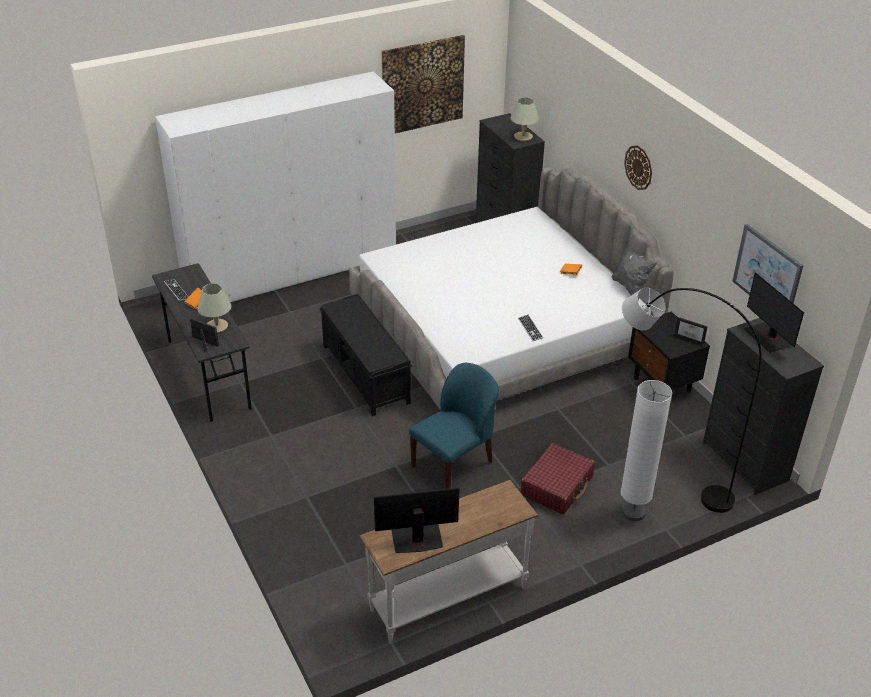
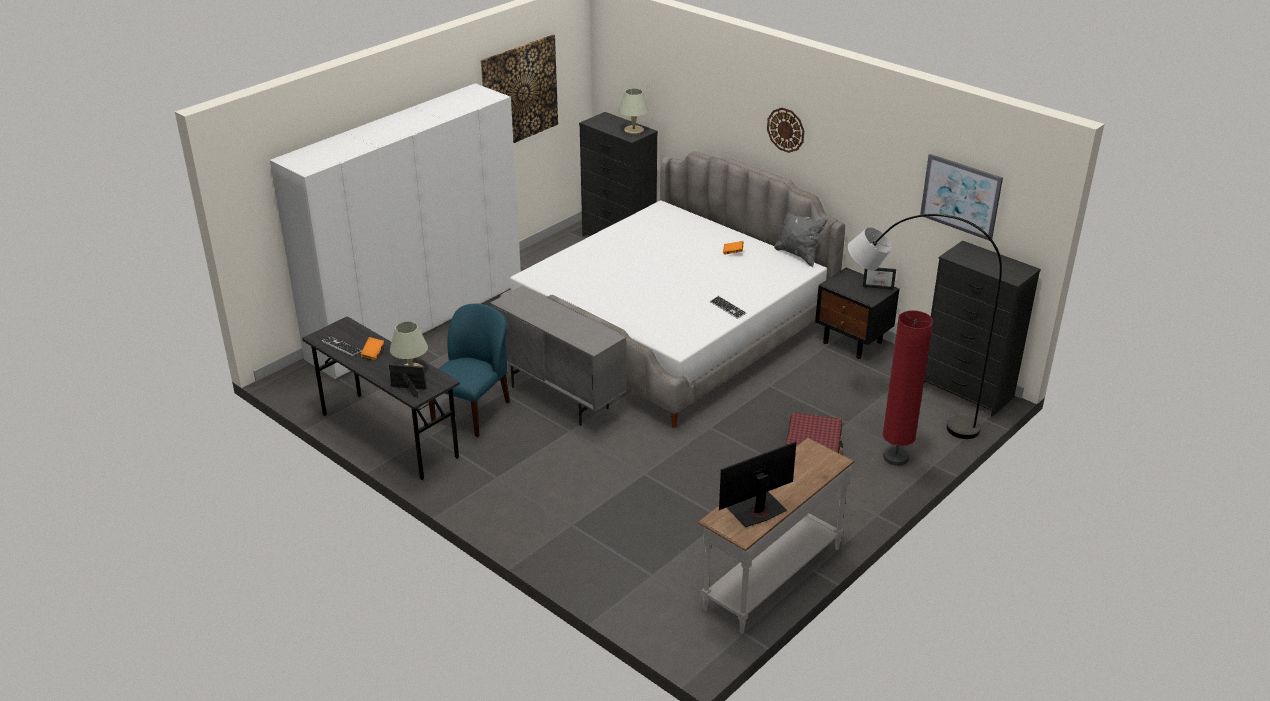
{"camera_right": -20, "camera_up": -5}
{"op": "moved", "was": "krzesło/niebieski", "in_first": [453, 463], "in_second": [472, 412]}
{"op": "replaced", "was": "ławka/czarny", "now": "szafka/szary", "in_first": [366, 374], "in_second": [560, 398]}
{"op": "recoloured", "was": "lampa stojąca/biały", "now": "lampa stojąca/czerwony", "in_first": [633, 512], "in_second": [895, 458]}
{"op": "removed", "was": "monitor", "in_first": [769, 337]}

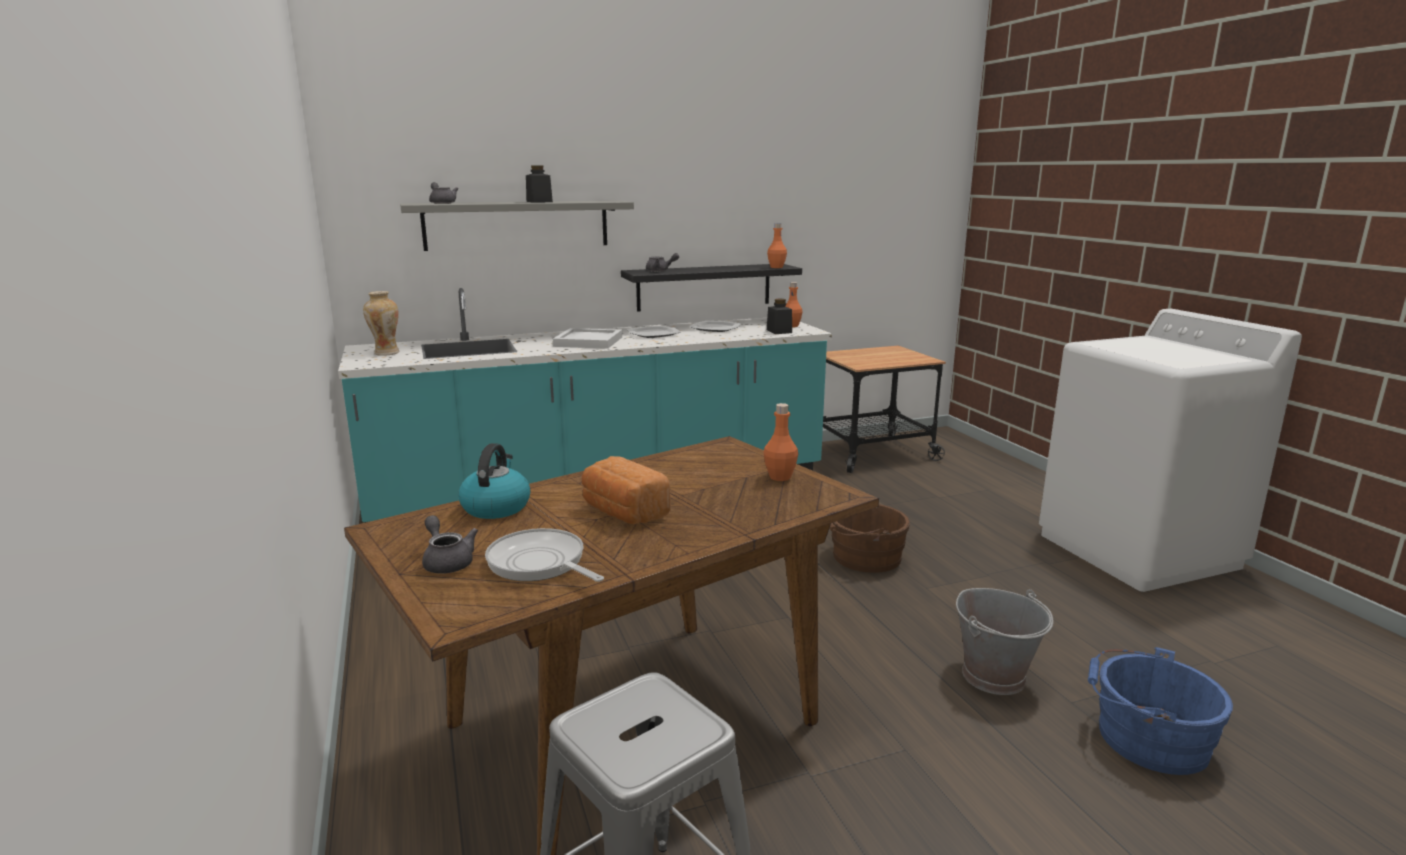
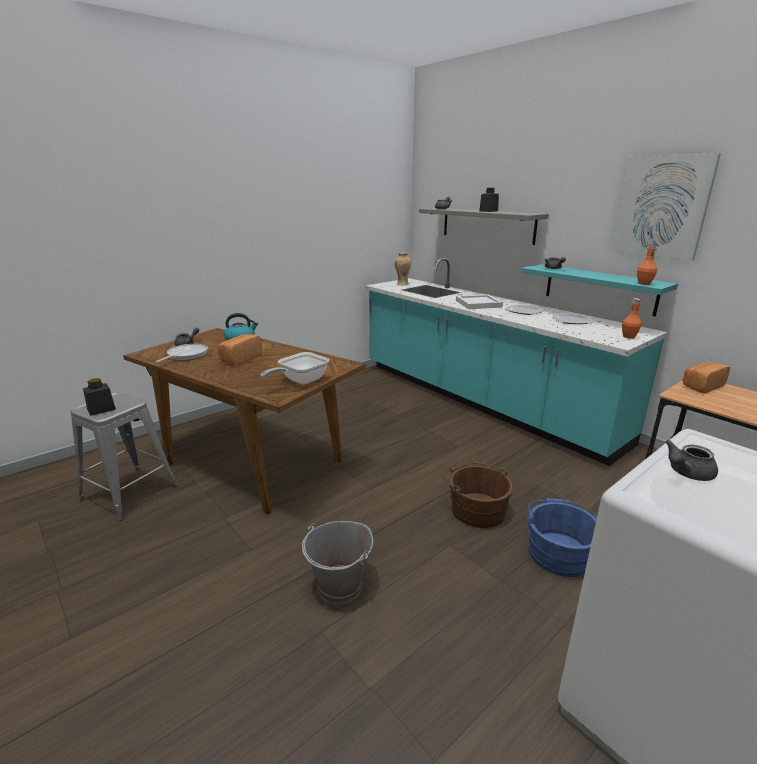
{"camera_right": 70, "camera_up": 5}
{"op": "moved", "was": "słoik/czarny", "in_first": [779, 331], "in_second": [101, 409]}
{"op": "replaced", "was": "butelka/pomarańczowy", "now": "patelnia", "in_first": [780, 477], "in_second": [300, 381]}
{"op": "recoloured", "was": "półka/czarny", "now": "półka/turkusowy", "in_first": [704, 287], "in_second": [599, 289]}
{"op": "moved", "was": "wiadro/niebieski", "in_first": [1145, 738], "in_second": [558, 551]}
{"op": "added", "now": "obraz", "in_second": [662, 207]}
{"op": "added", "now": "imbryk/szary", "in_second": [686, 473]}
{"op": "added", "now": "chleb", "in_second": [701, 386]}

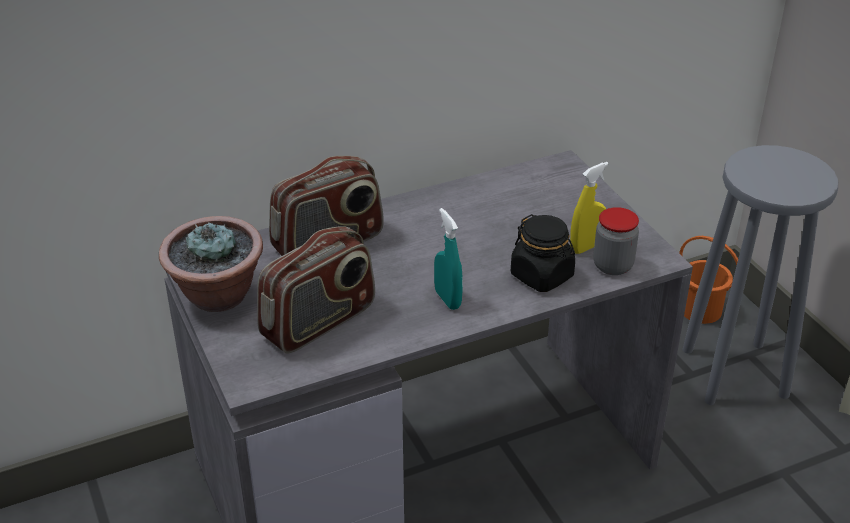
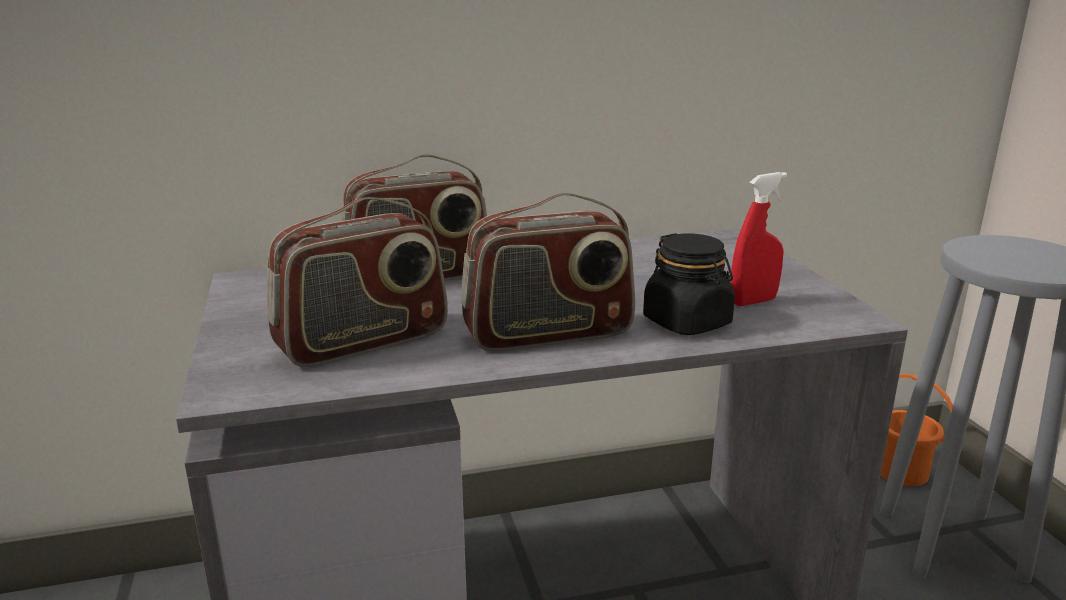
{"camera_right": 10, "camera_up": -15}
{"op": "replaced", "was": "spryskiwacz/turkusowy", "now": "radio", "in_first": [447, 299], "in_second": [548, 334]}
{"op": "recoloured", "was": "spryskiwacz/żółty", "now": "spryskiwacz/czerwony", "in_first": [586, 247], "in_second": [753, 301]}
{"op": "removed", "was": "roślina doniczkowa", "in_first": [217, 296]}
{"op": "removed", "was": "słoik", "in_first": [613, 266]}

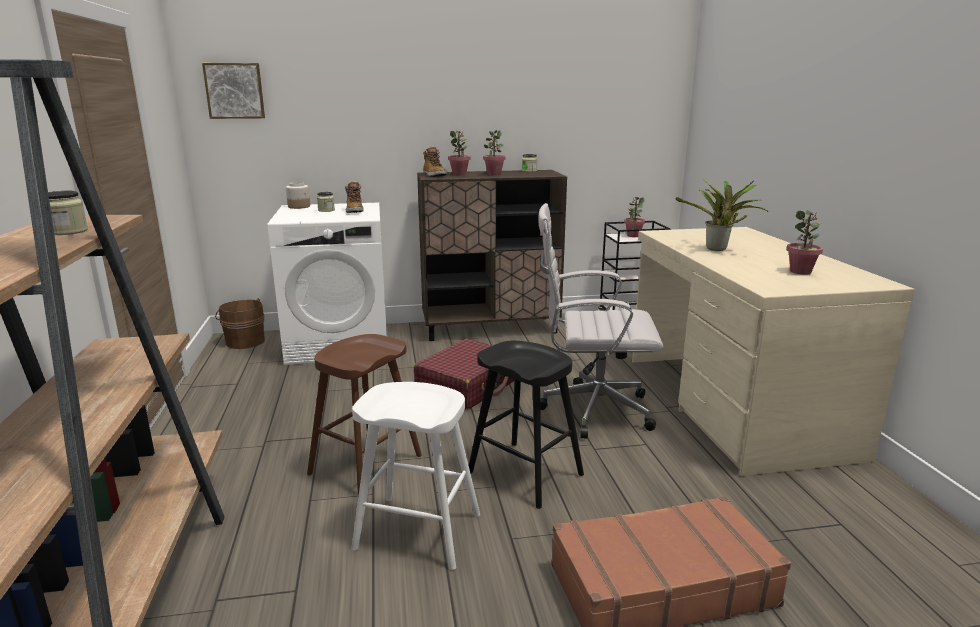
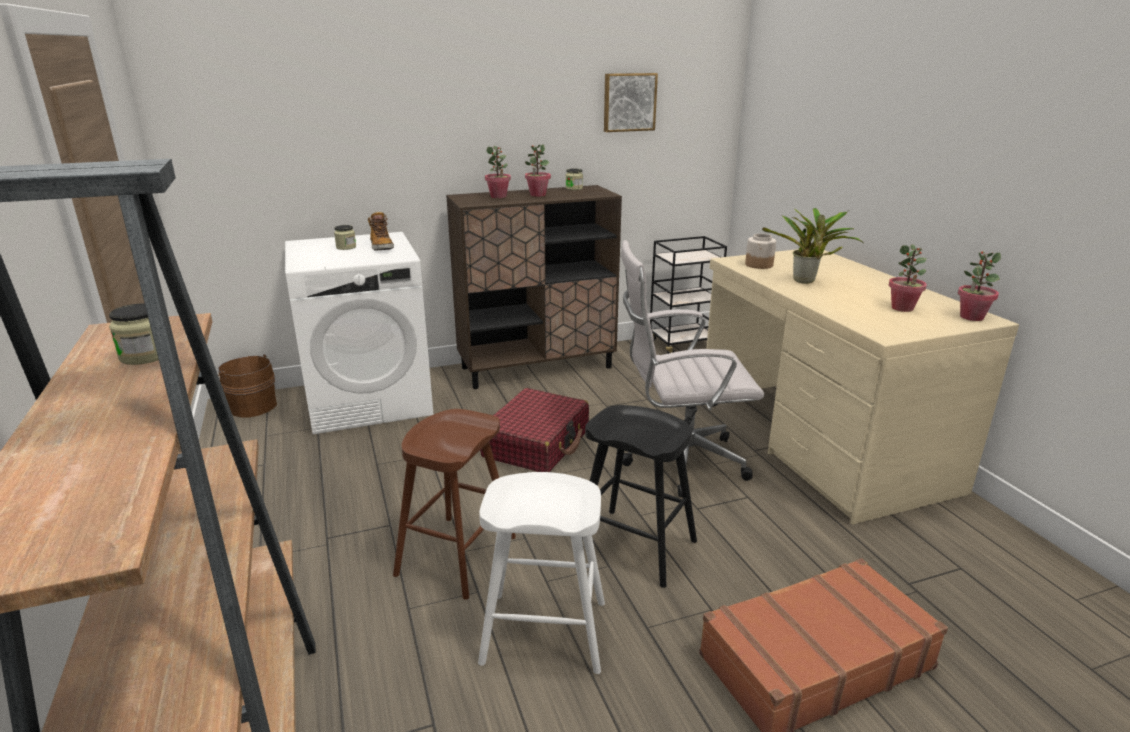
{"camera_right": -10, "camera_up": 5}
{"op": "moved", "was": "obraz", "in_first": [234, 91], "in_second": [629, 102]}
{"op": "moved", "was": "słoik", "in_first": [299, 206], "in_second": [759, 265]}
{"op": "moved", "was": "roślina doniczkowa", "in_first": [633, 235], "in_second": [971, 317]}
{"op": "removed", "was": "but z cholewką", "in_first": [434, 175]}

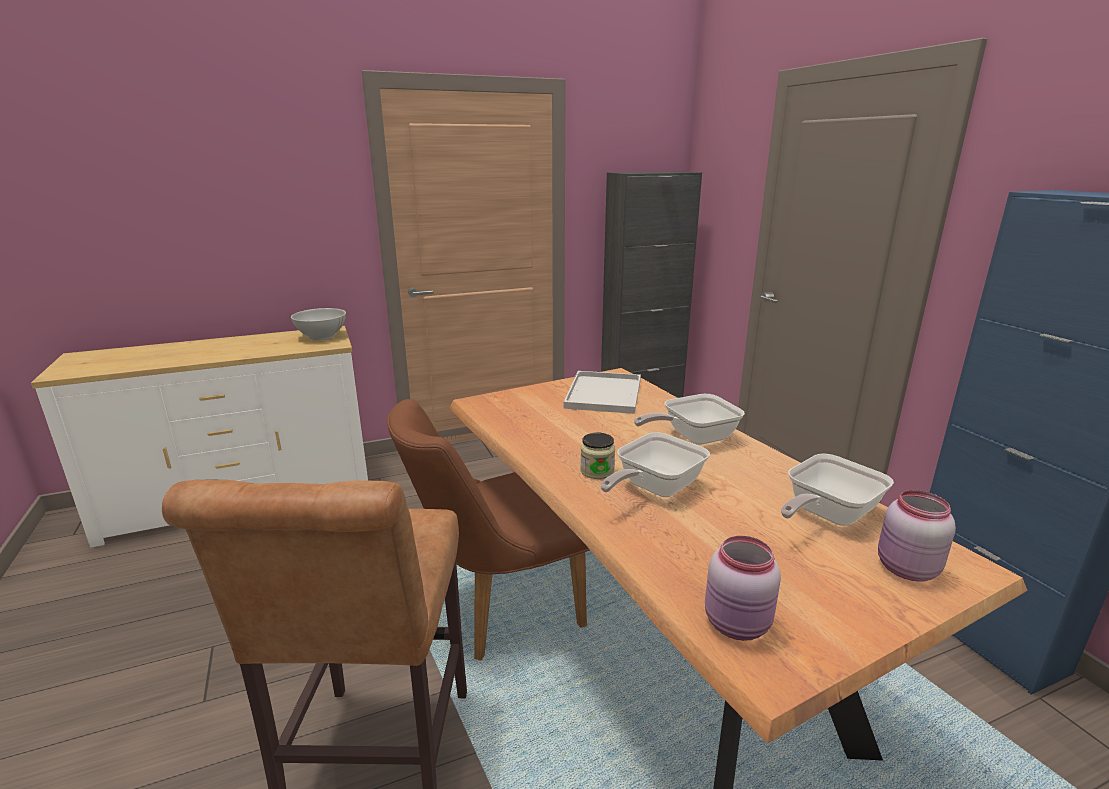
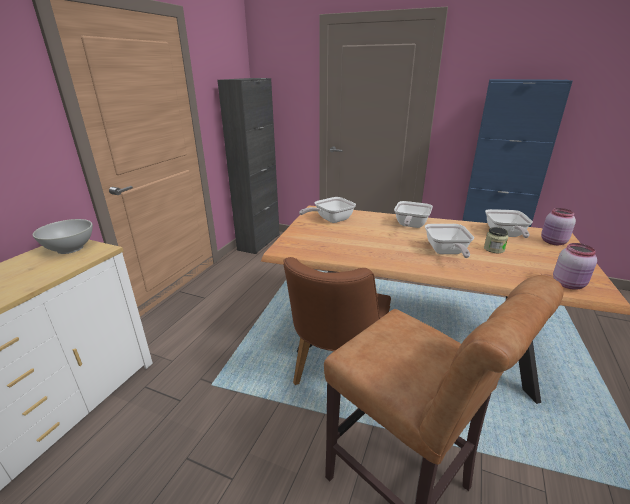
{"camera_right": -45, "camera_up": 5}
{"op": "replaced", "was": "taca/biały", "now": "patelnia", "in_first": [603, 393], "in_second": [330, 220]}
{"op": "moved", "was": "słoik", "in_first": [597, 471], "in_second": [494, 249]}

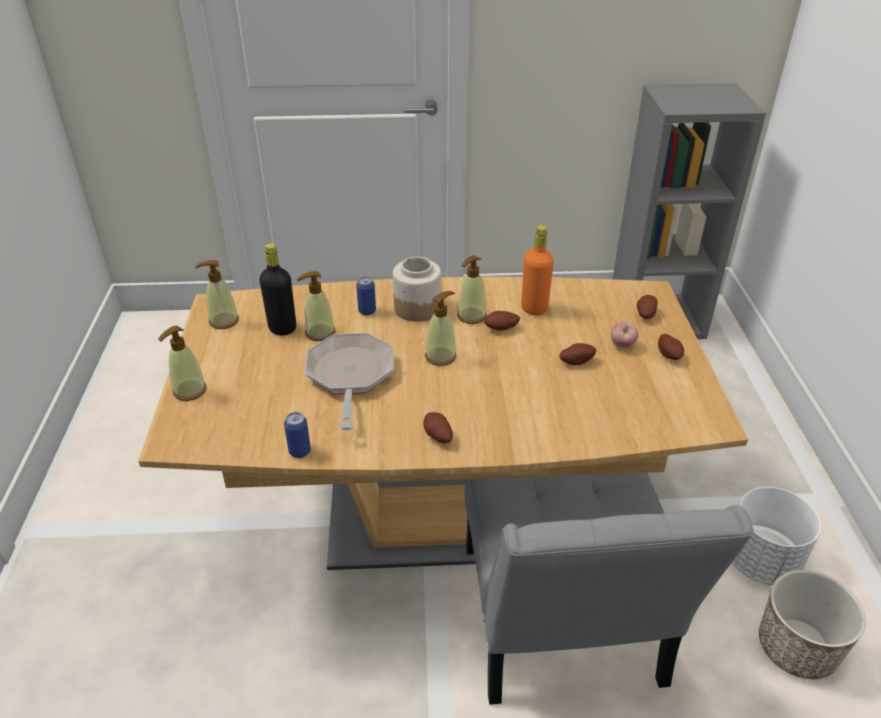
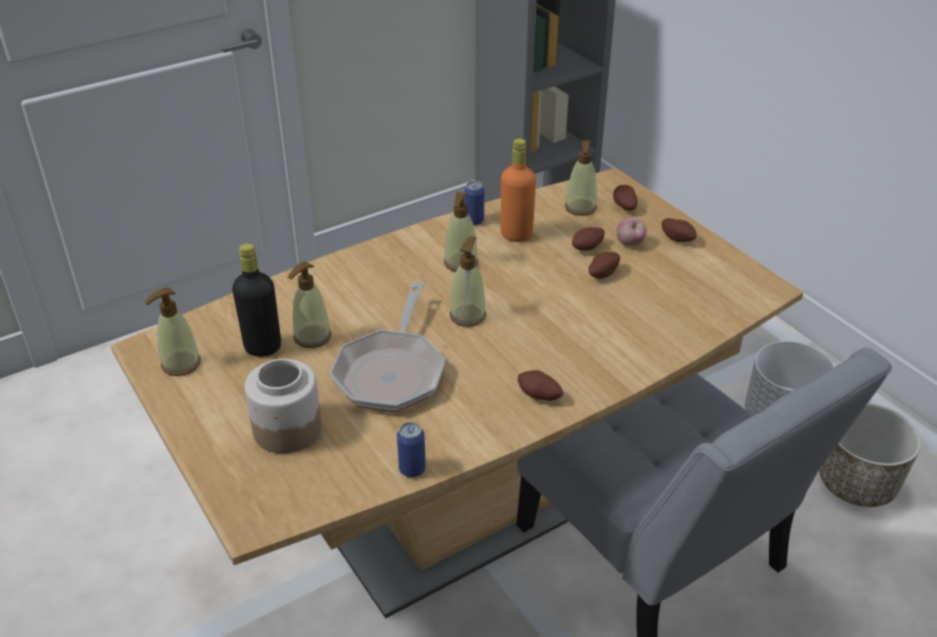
{"camera_right": -30, "camera_up": 0}
{"op": "moved", "was": "słoik", "in_first": [417, 308], "in_second": [286, 429]}
{"op": "turned", "was": "patelnia", "in_first": [350, 377], "in_second": [392, 371], "clockwise": -135}
{"op": "moved", "was": "puszka", "in_first": [367, 311], "in_second": [474, 220]}
{"op": "moved", "was": "dozownik mydła", "in_first": [189, 391], "in_second": [580, 208]}
{"op": "moved", "was": "ziemniak", "in_first": [501, 329], "in_second": [588, 248]}

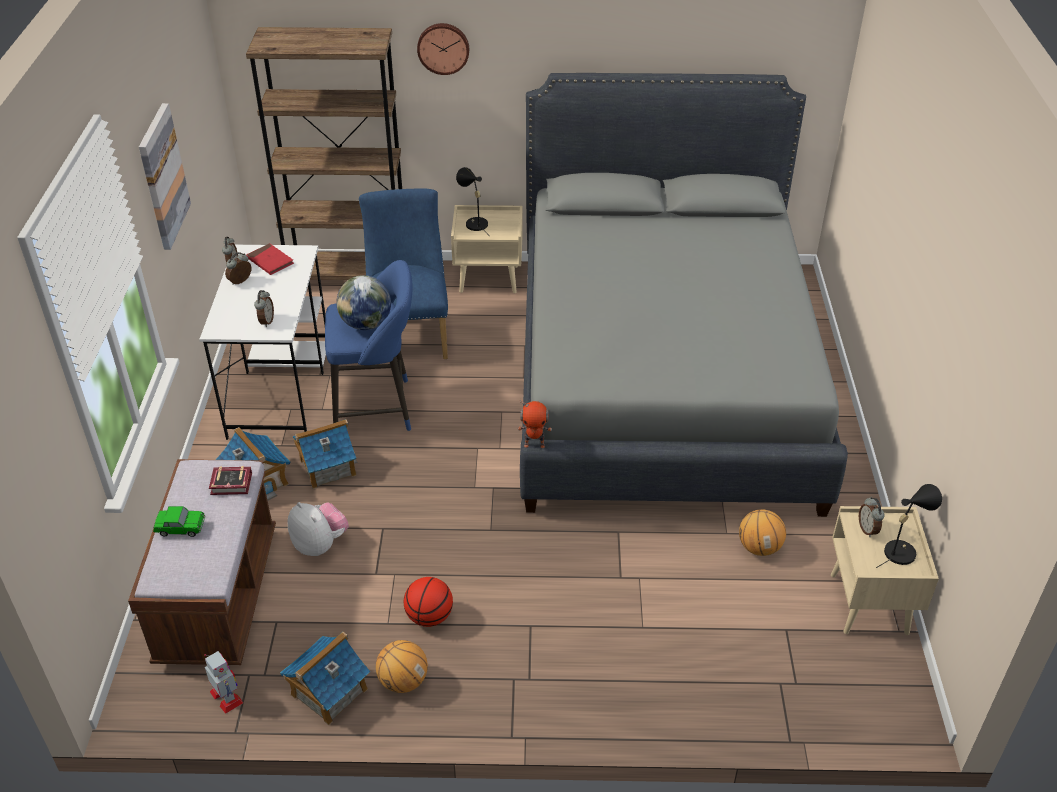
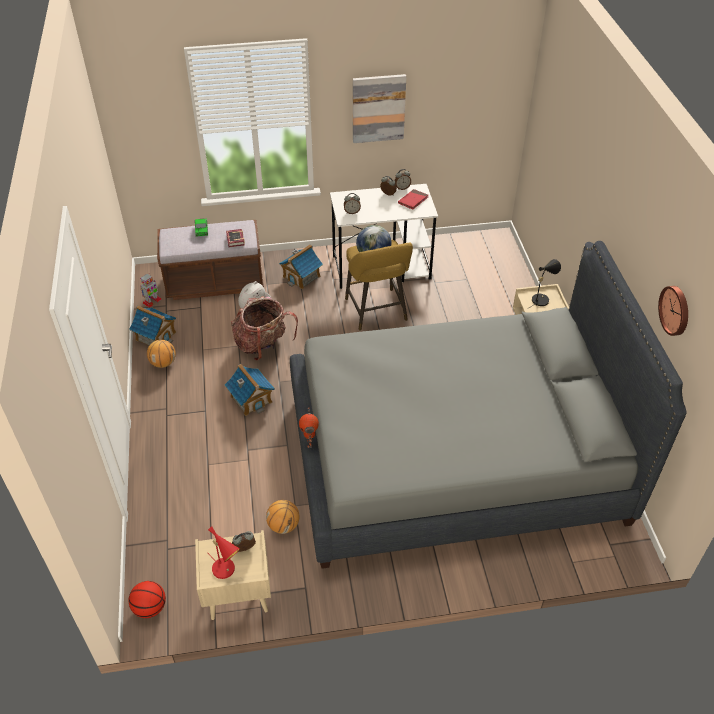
{"camera_right": 80, "camera_up": 5}
{"op": "moved", "was": "piłka do koszykówki", "in_first": [429, 617], "in_second": [150, 608]}
{"op": "recoloured", "was": "lampa stołowa/czarny", "now": "lampa stołowa/czerwony", "in_first": [902, 550], "in_second": [226, 570]}
{"op": "moved", "was": "domek", "in_first": [327, 467], "in_second": [251, 399]}
{"op": "added", "now": "plecak", "in_second": [263, 345]}
{"op": "moved", "was": "robot zabawkowy", "in_first": [534, 444], "in_second": [310, 441]}
{"op": "recoloured", "was": "stołek/niebieski", "now": "stołek/żółty", "in_first": [378, 407], "in_second": [377, 312]}
{"op": "moved", "was": "zegar ścienny", "in_first": [443, 48], "in_second": [675, 310]}
{"op": "removed", "was": "regał/brązowy", "in_first": [349, 278]}
{"op": "removed", "was": "krzesło/niebieski", "in_first": [410, 334]}

